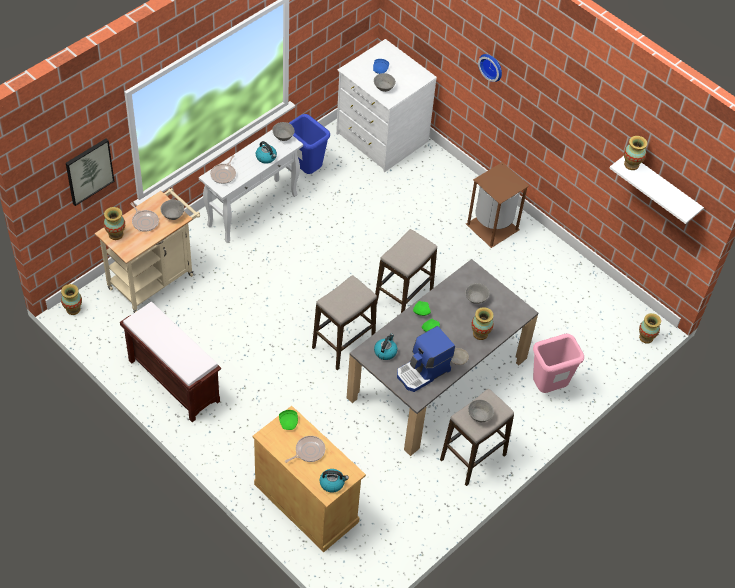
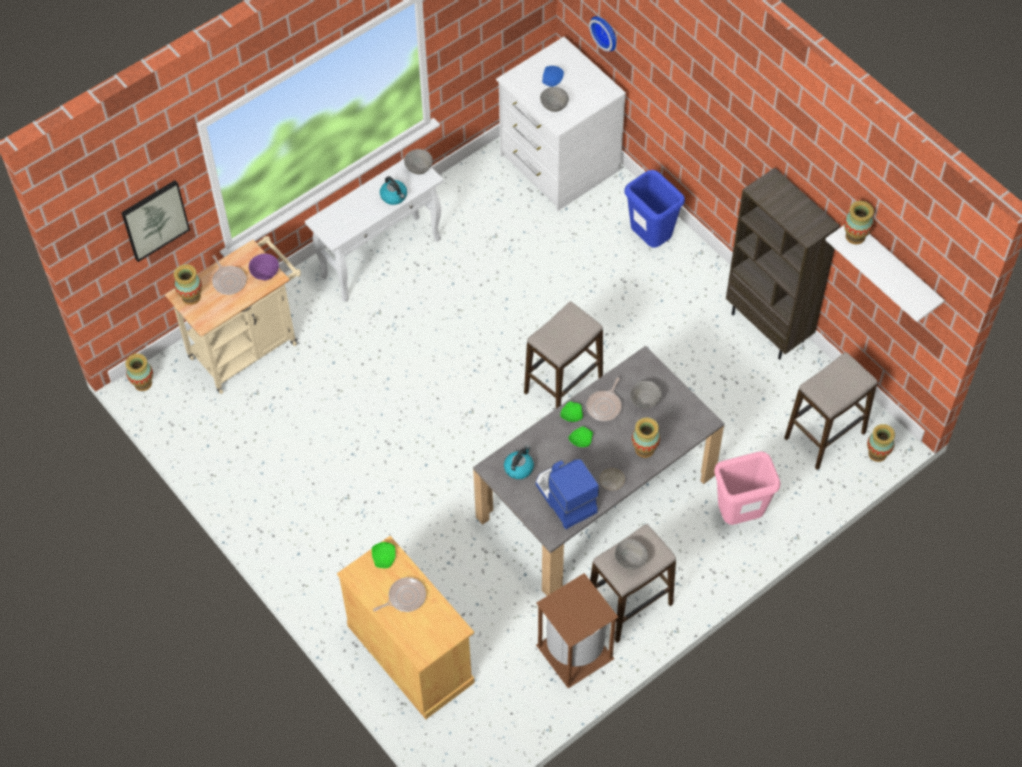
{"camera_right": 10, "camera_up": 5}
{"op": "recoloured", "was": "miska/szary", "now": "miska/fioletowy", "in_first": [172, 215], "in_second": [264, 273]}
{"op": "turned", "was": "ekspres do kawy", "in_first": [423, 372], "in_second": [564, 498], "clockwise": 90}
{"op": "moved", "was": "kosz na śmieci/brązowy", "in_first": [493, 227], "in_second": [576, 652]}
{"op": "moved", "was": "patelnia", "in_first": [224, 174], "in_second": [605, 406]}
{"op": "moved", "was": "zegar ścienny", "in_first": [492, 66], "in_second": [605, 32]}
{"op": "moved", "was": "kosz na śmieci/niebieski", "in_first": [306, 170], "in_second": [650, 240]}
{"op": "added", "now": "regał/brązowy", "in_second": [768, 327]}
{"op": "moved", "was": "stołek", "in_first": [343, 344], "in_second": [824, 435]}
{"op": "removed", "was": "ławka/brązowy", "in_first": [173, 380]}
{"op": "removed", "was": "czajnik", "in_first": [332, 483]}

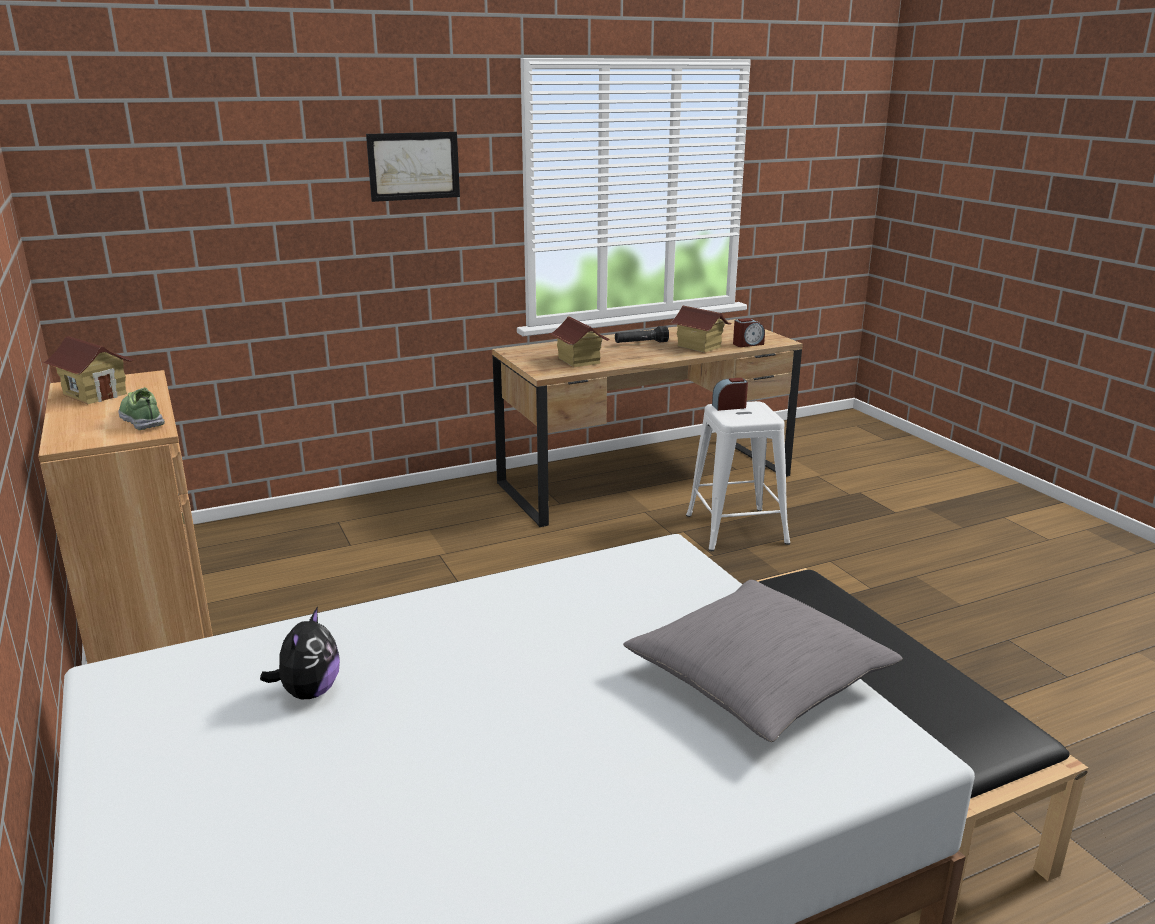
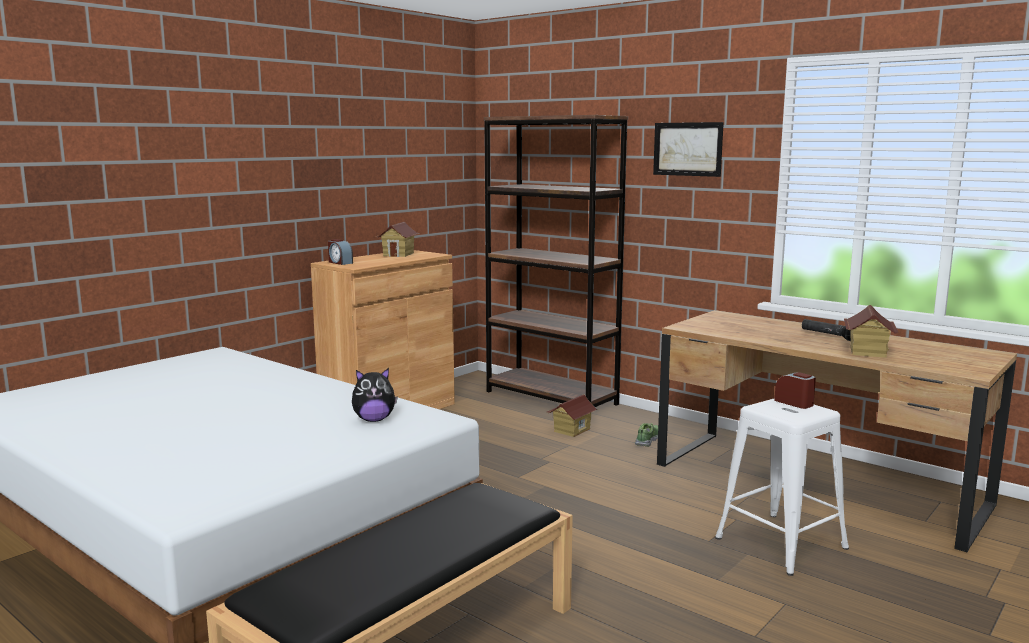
{"camera_right": 65, "camera_up": -10}
{"op": "moved", "was": "budzik", "in_first": [747, 344], "in_second": [340, 262]}
{"op": "moved", "was": "pluszak", "in_first": [309, 692], "in_second": [374, 420]}
{"op": "added", "now": "regał/brązowy", "in_second": [551, 398]}
{"op": "moved", "was": "domek", "in_first": [578, 361], "in_second": [571, 430]}
{"op": "moved", "was": "but", "in_first": [142, 419], "in_second": [648, 440]}
{"op": "removed", "was": "poduszka/szary", "in_first": [757, 679]}

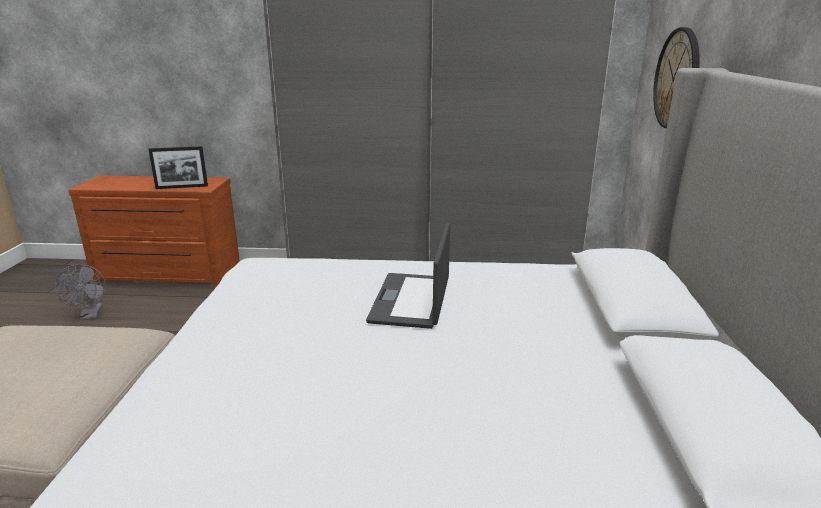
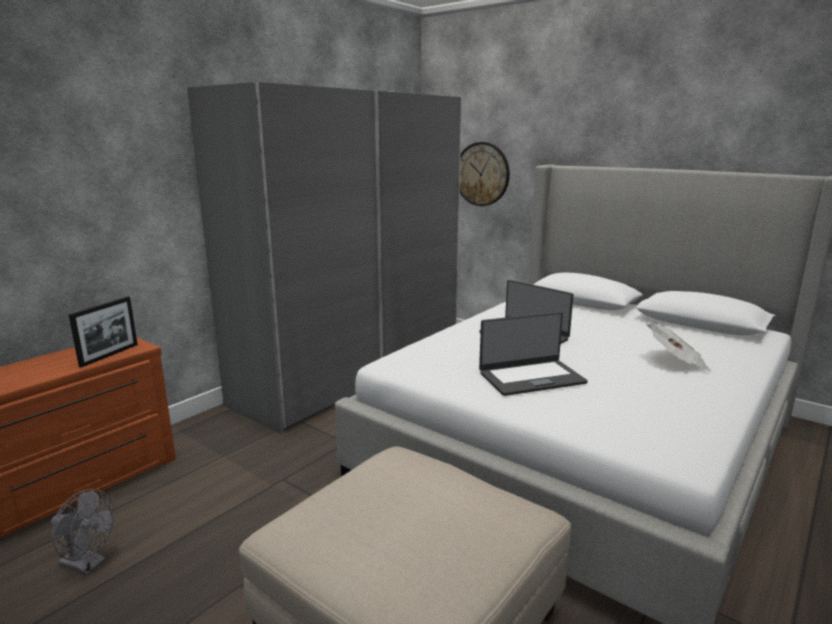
{"camera_right": -55, "camera_up": -5}
{"op": "added", "now": "laptop", "in_second": [531, 377]}
{"op": "added", "now": "gazeta", "in_second": [676, 362]}

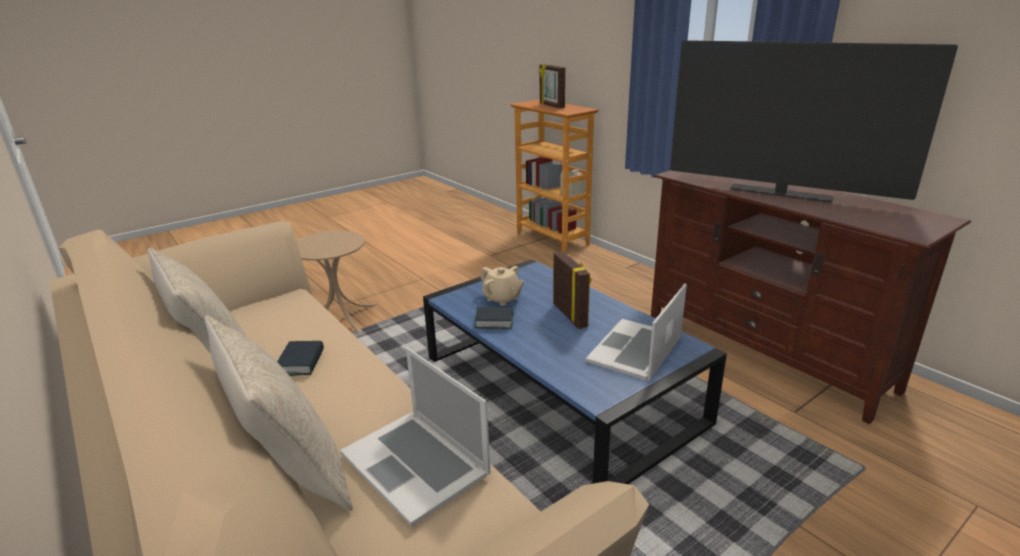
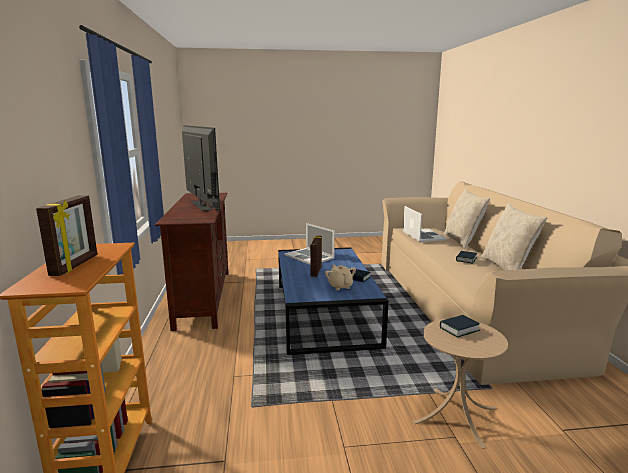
{"camera_right": -150, "camera_up": -10}
{"op": "turned", "was": "laptop", "in_first": [635, 349], "in_second": [309, 256], "clockwise": 75}
{"op": "added", "now": "książka", "in_second": [459, 329]}

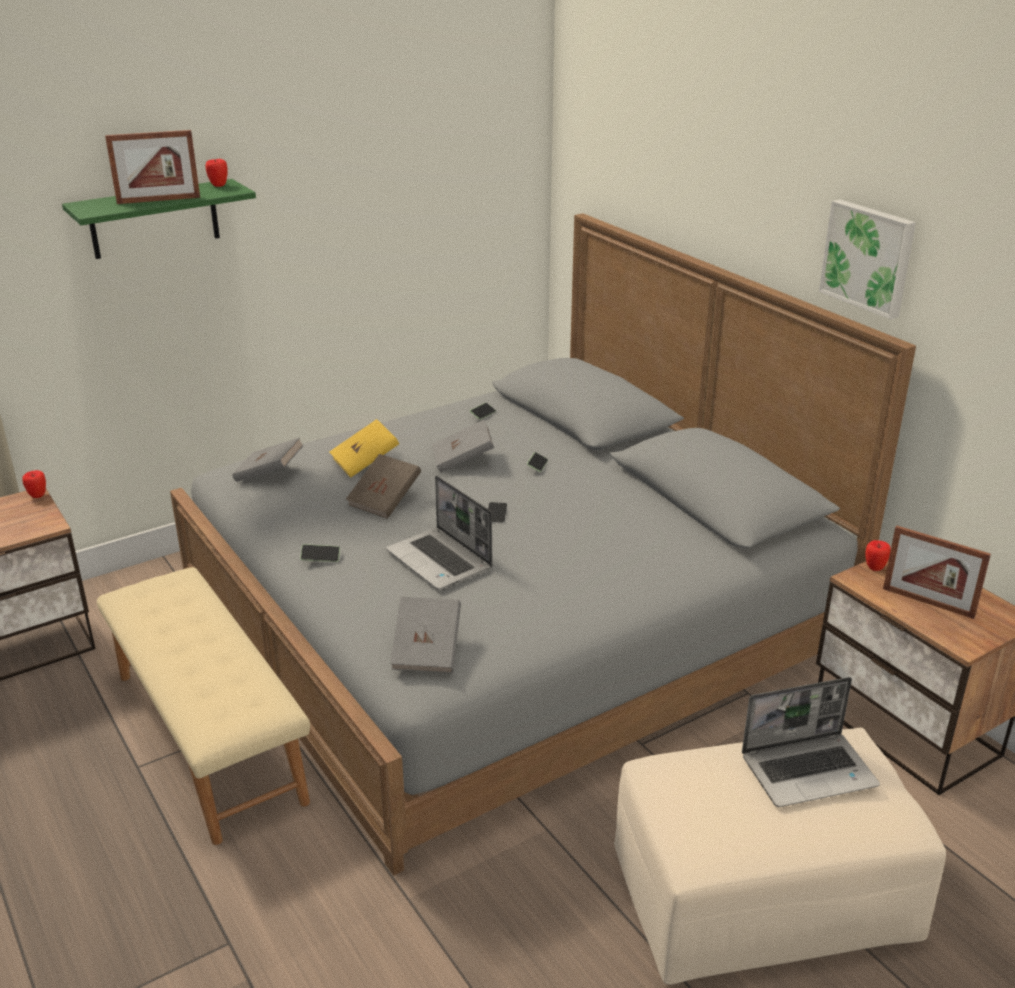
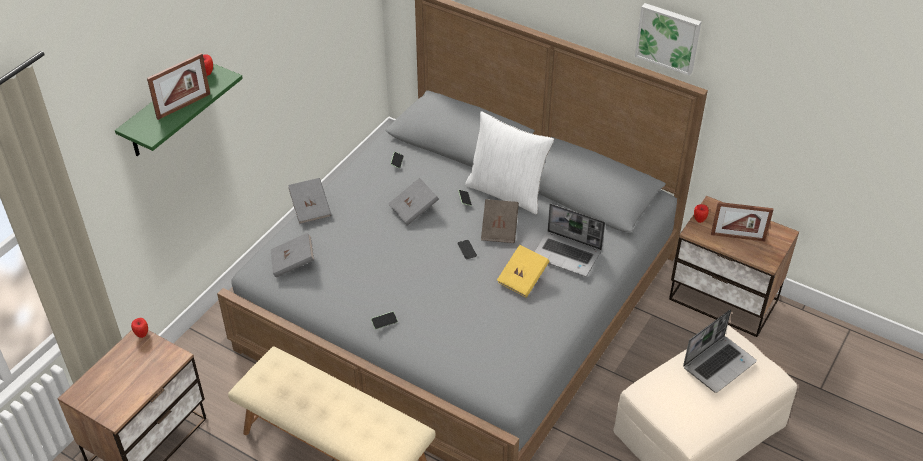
{"camera_right": -25, "camera_up": 15}
{"op": "moved", "was": "książka/szary", "in_first": [427, 651], "in_second": [310, 209]}
{"op": "added", "now": "poduszka/biały", "in_second": [507, 192]}
{"op": "moved", "was": "książka/brązowy", "in_first": [385, 500], "in_second": [499, 229]}
{"op": "moved", "was": "książka/żółty", "in_first": [365, 462], "in_second": [522, 279]}
{"op": "moved", "was": "laptop", "in_first": [441, 560], "in_second": [567, 254]}

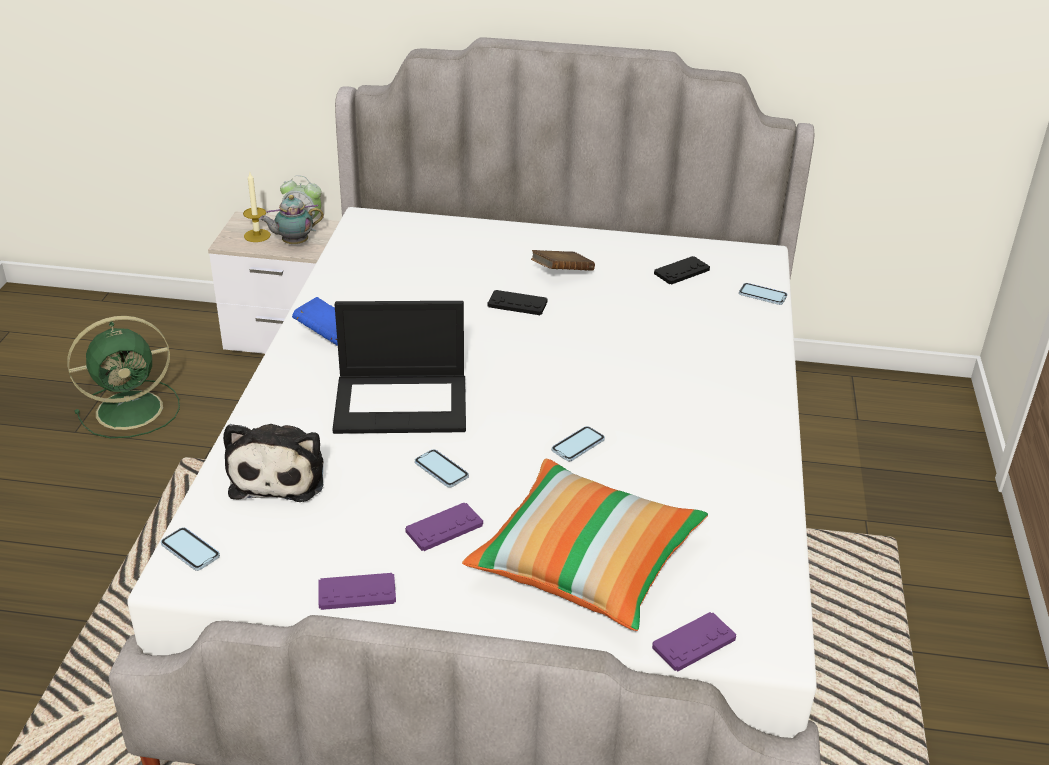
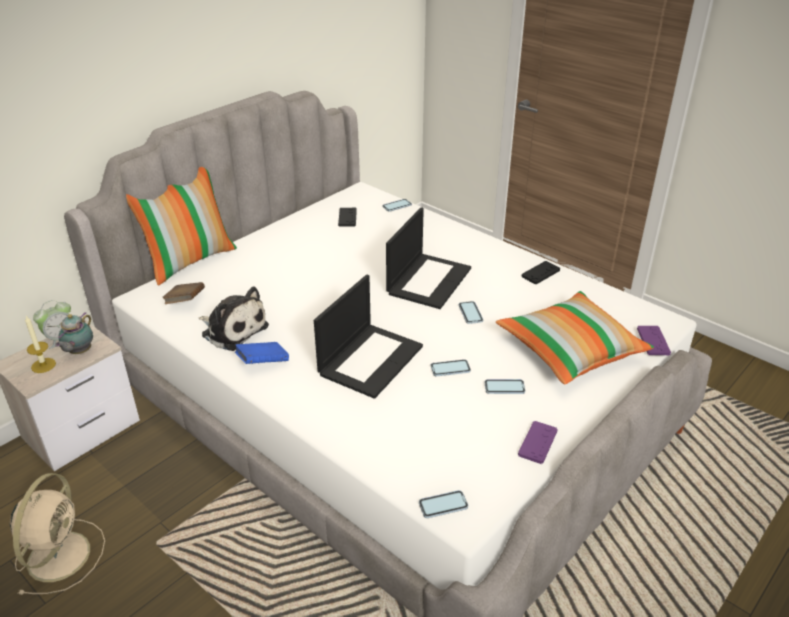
{"camera_right": -55, "camera_up": 0}
{"op": "recoloured", "was": "wentylator/zielony", "now": "wentylator/beżowy", "in_first": [132, 409], "in_second": [60, 554]}
{"op": "added", "now": "poduszka", "in_second": [190, 260]}
{"op": "moved", "was": "książka/brązowy", "in_first": [562, 273], "in_second": [185, 302]}
{"op": "moved", "was": "pluszak", "in_first": [280, 474], "in_second": [233, 329]}
{"op": "added", "now": "laptop", "in_second": [428, 280]}
{"op": "replaced", "was": "pad do gier/fioletowy", "now": "telefon", "in_first": [444, 528], "in_second": [504, 388]}
{"op": "moved", "was": "pad do gier/czarny", "in_first": [517, 304], "in_second": [540, 273]}

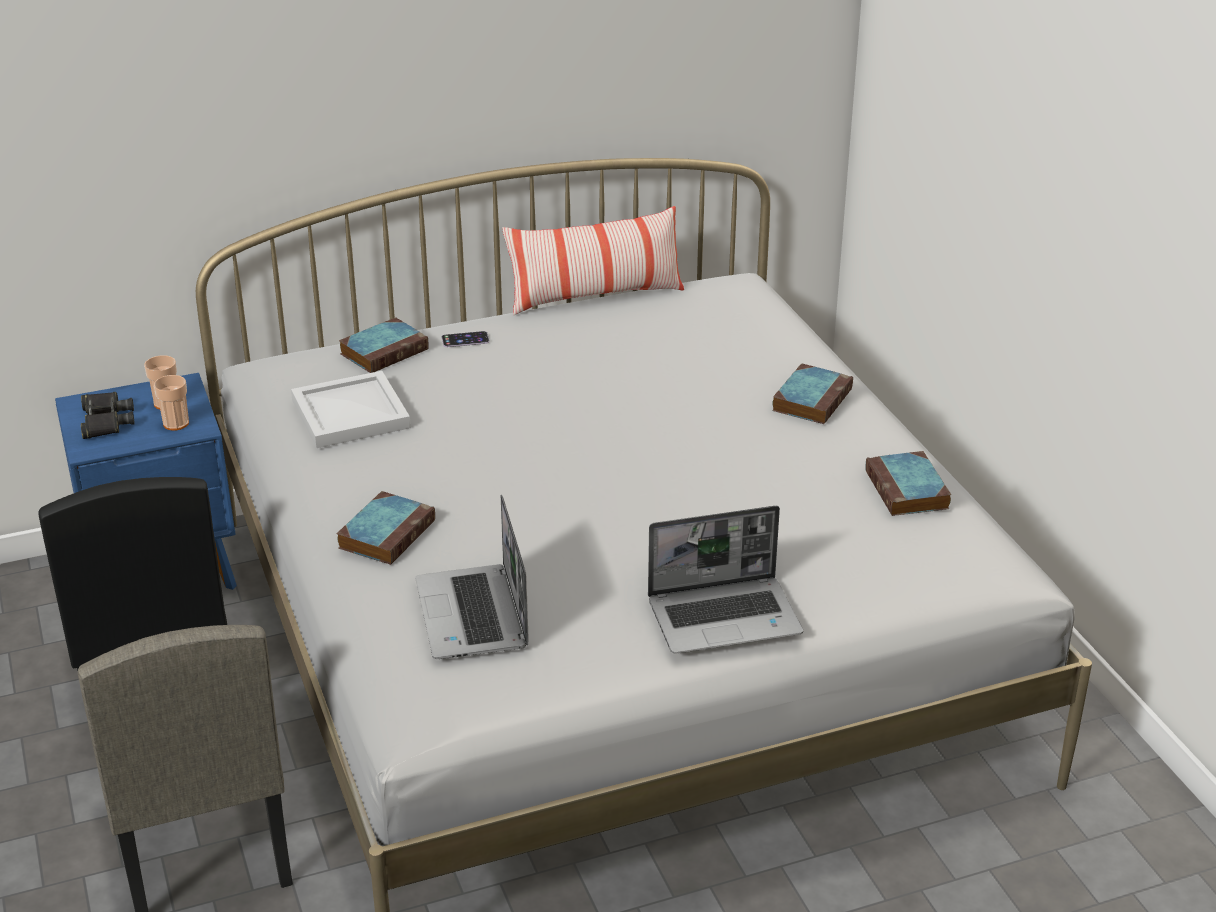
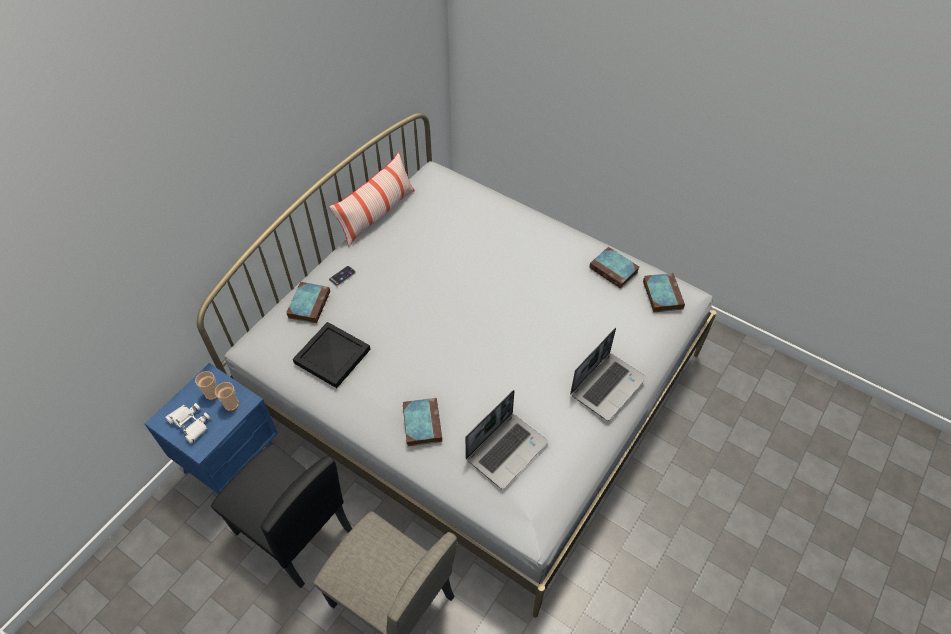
{"camera_right": -35, "camera_up": 20}
{"op": "recoloured", "was": "lornetka/czarny", "now": "lornetka/biały", "in_first": [105, 421], "in_second": [190, 424]}
{"op": "recoloured", "was": "taca/biały", "now": "taca/czarny", "in_first": [351, 413], "in_second": [332, 355]}
{"op": "turned", "was": "laptop", "in_first": [474, 615], "in_second": [506, 449], "clockwise": -90}
{"op": "moved", "was": "książka", "in_first": [812, 399], "in_second": [661, 294]}

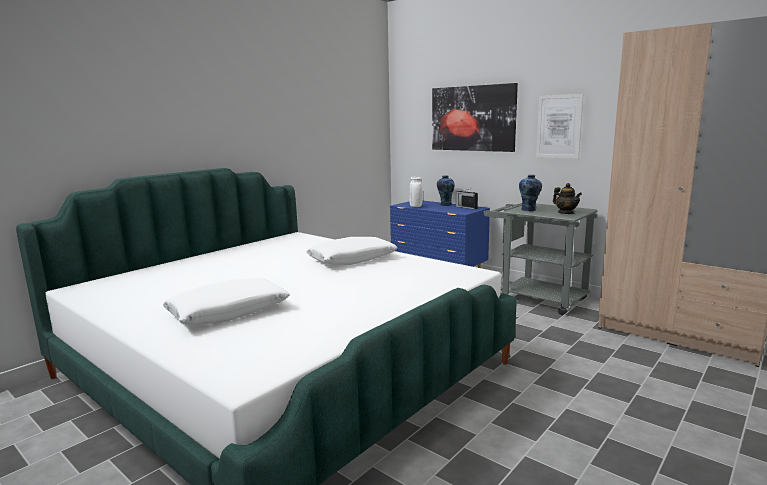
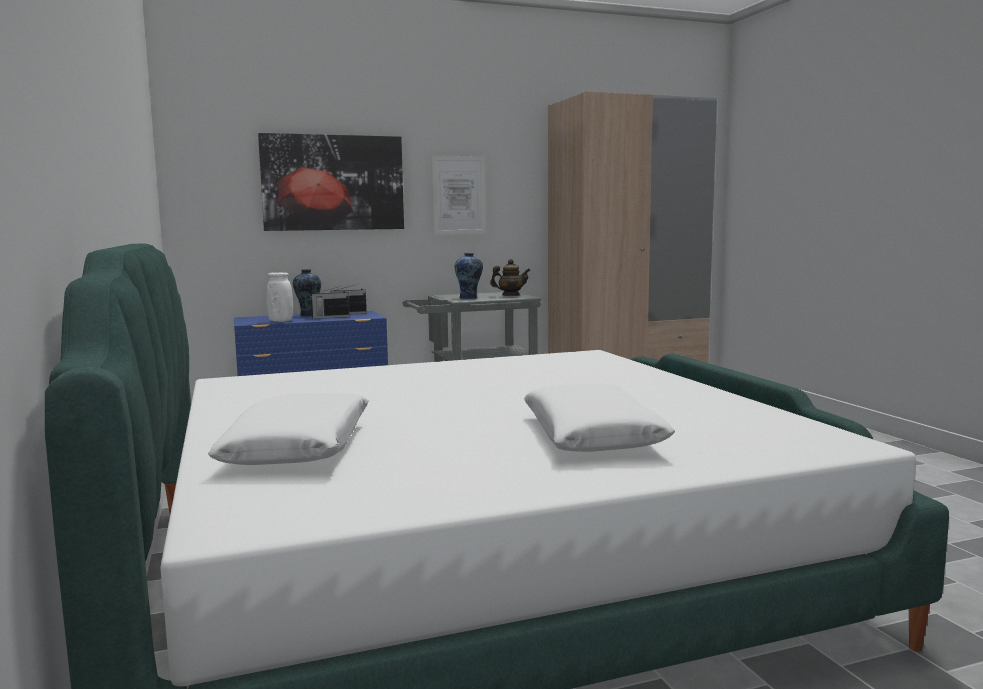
{"camera_right": -60, "camera_up": -5}
{"op": "moved", "was": "poduszka/biały", "in_first": [352, 259], "in_second": [299, 447]}
{"op": "added", "now": "radio", "in_second": [330, 317]}

